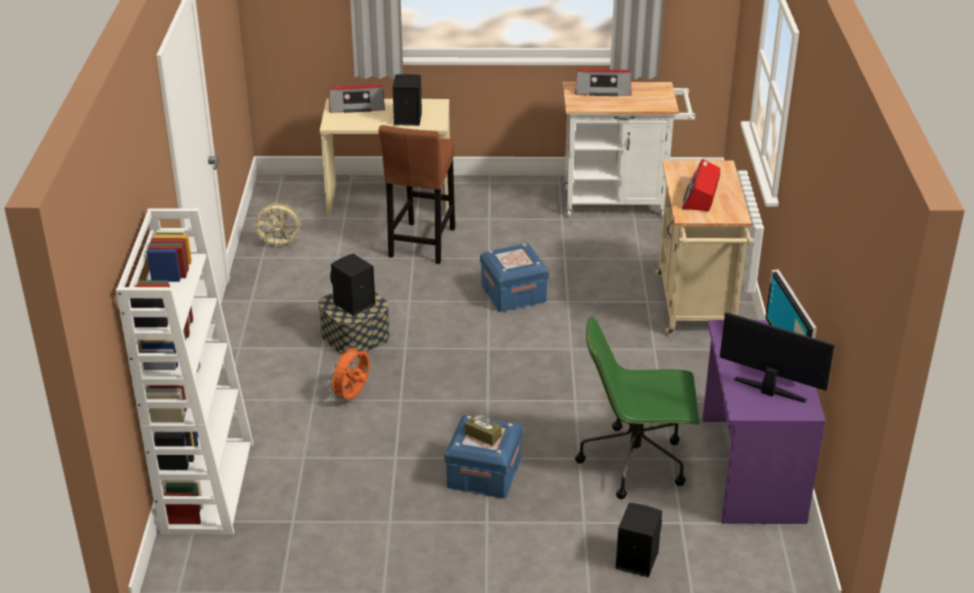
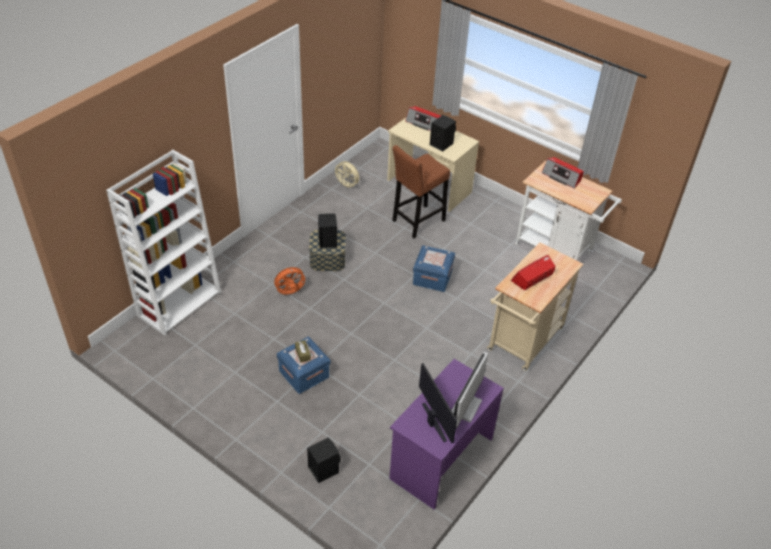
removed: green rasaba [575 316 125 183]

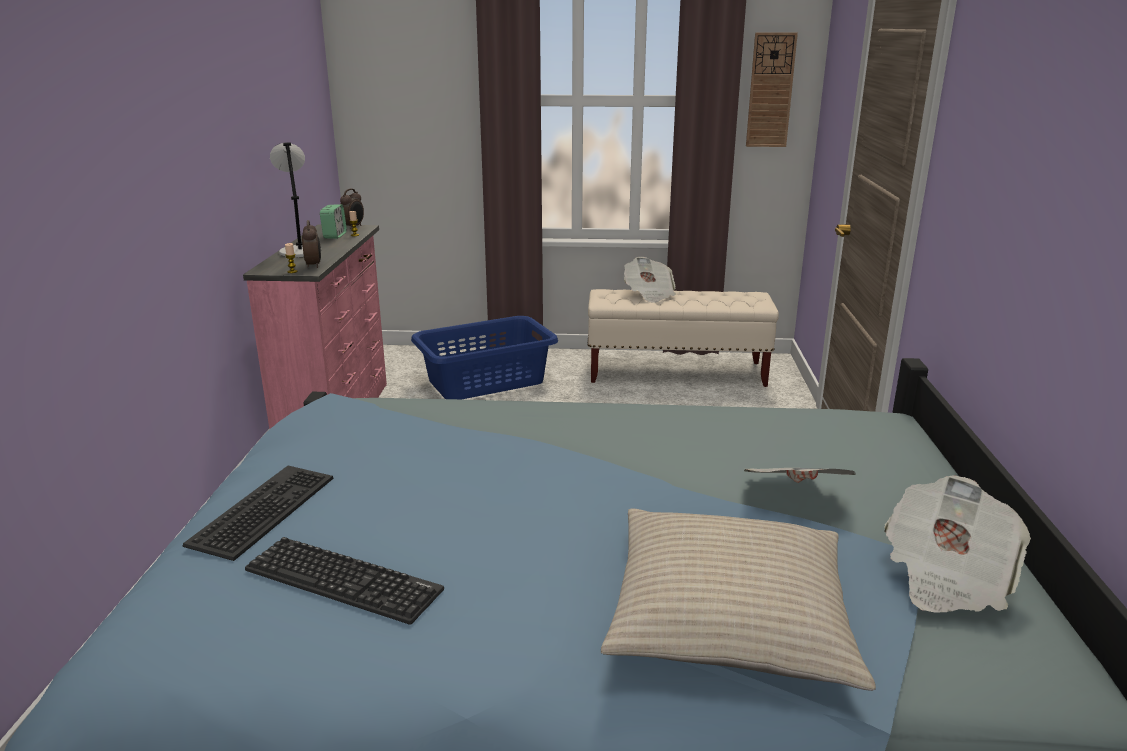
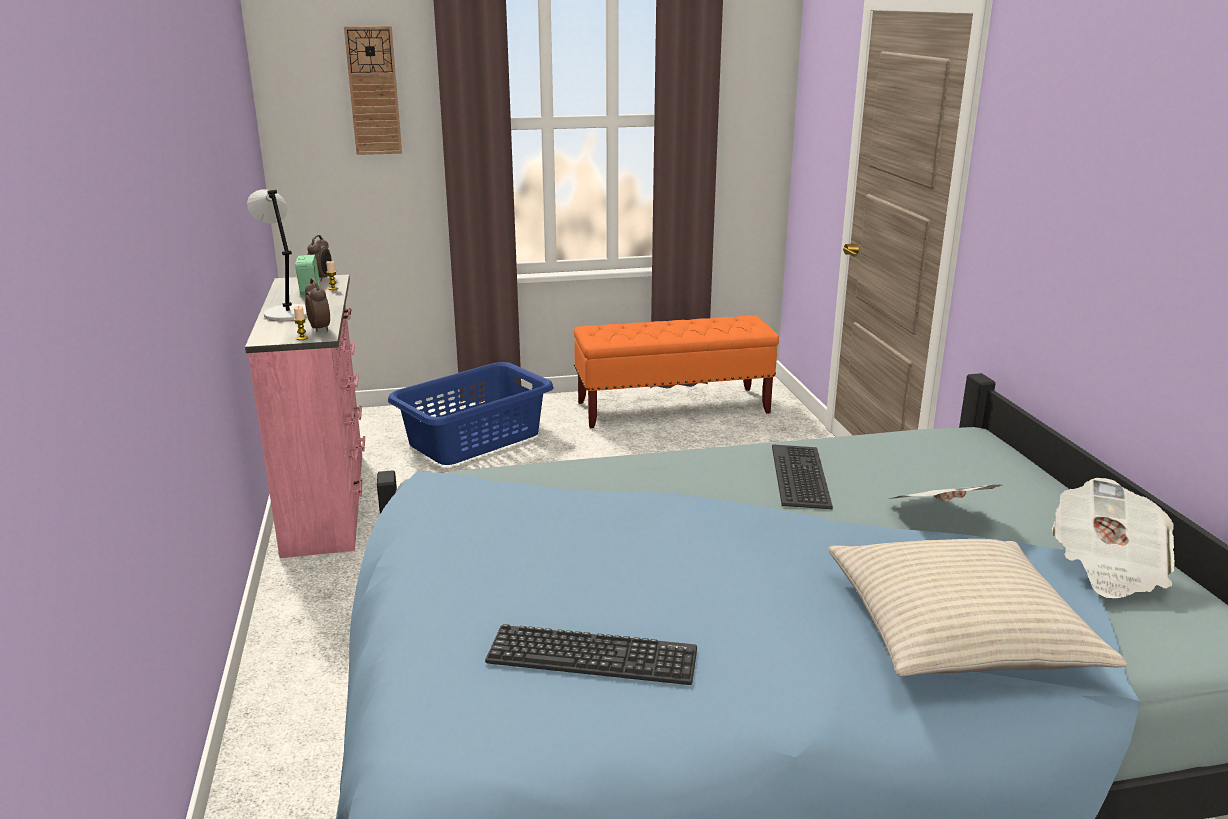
removed: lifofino [624 257 52 46]
moved: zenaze [183 466 150 95] to [772 444 61 65]; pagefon [746 33 52 114] to [344 26 58 129]
recoloured: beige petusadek [587 289 192 98] to orange petusadek [574 315 205 113]

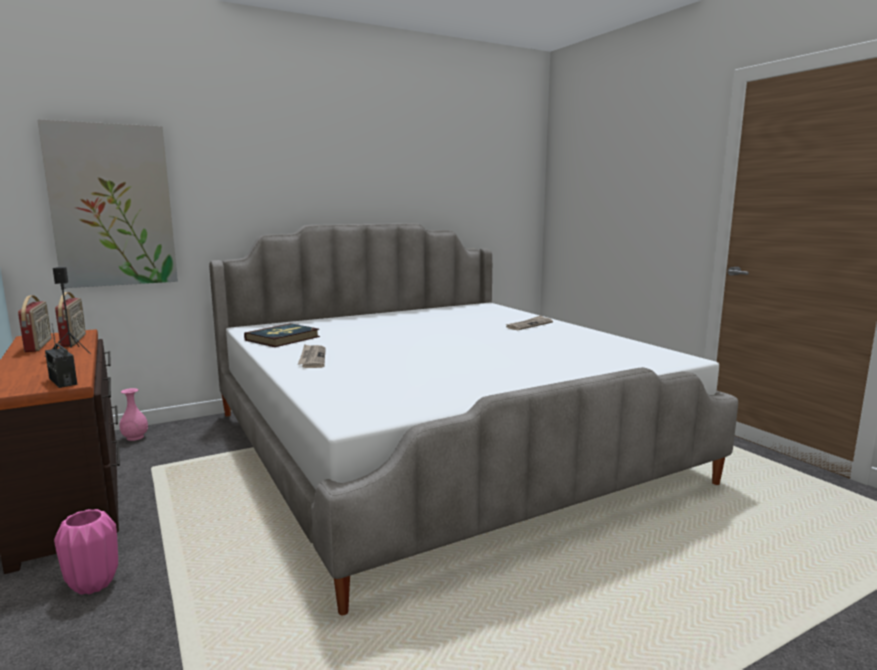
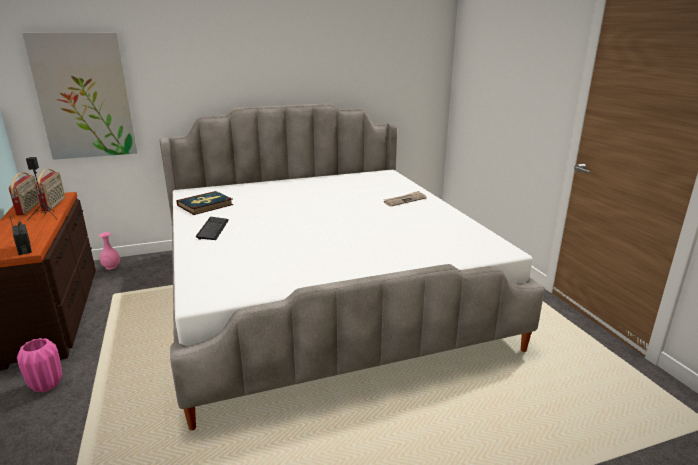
replaced: lifofino [298 344 28 24] to zenaze [196 217 33 23]

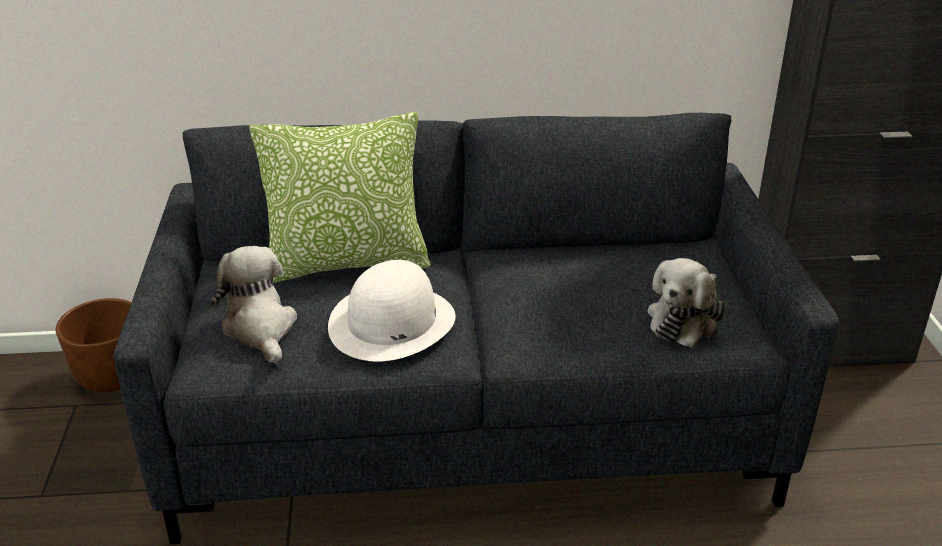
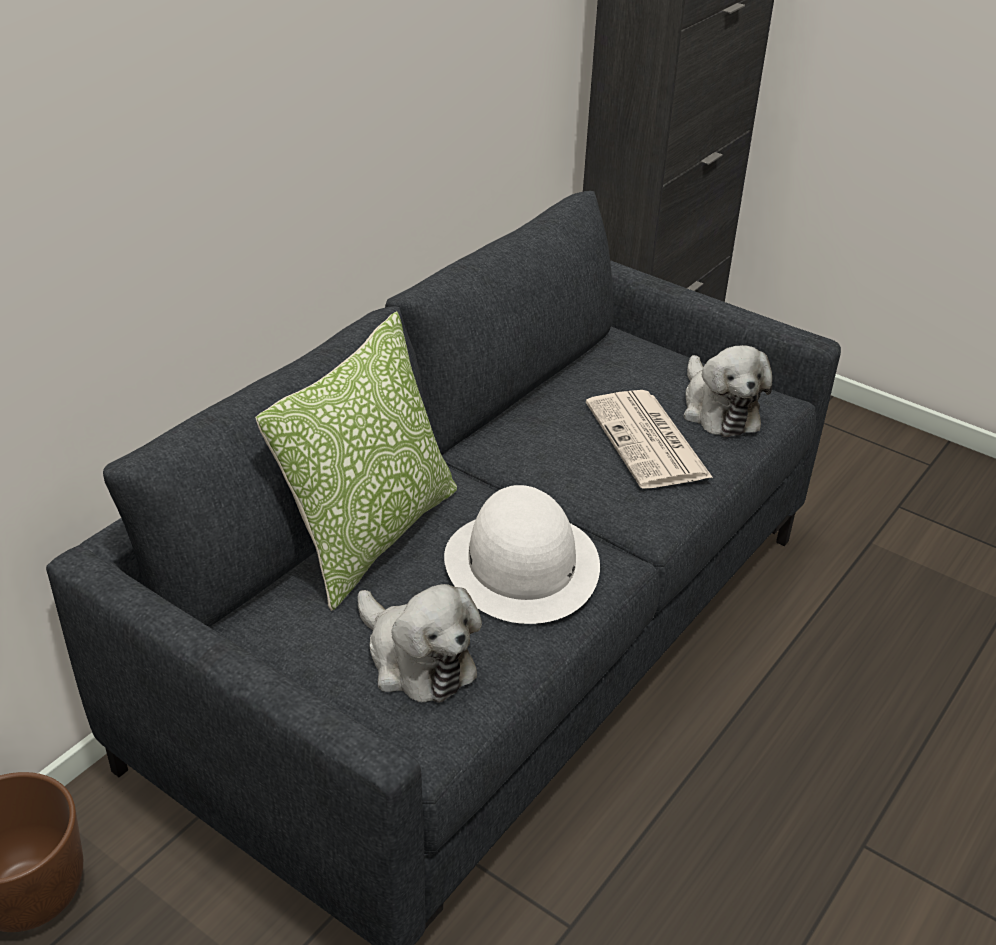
added: lifofino [586 390 127 99]
turned: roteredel [211 246 86 118] = [357 584 125 119] 150 degrees counterclockwise

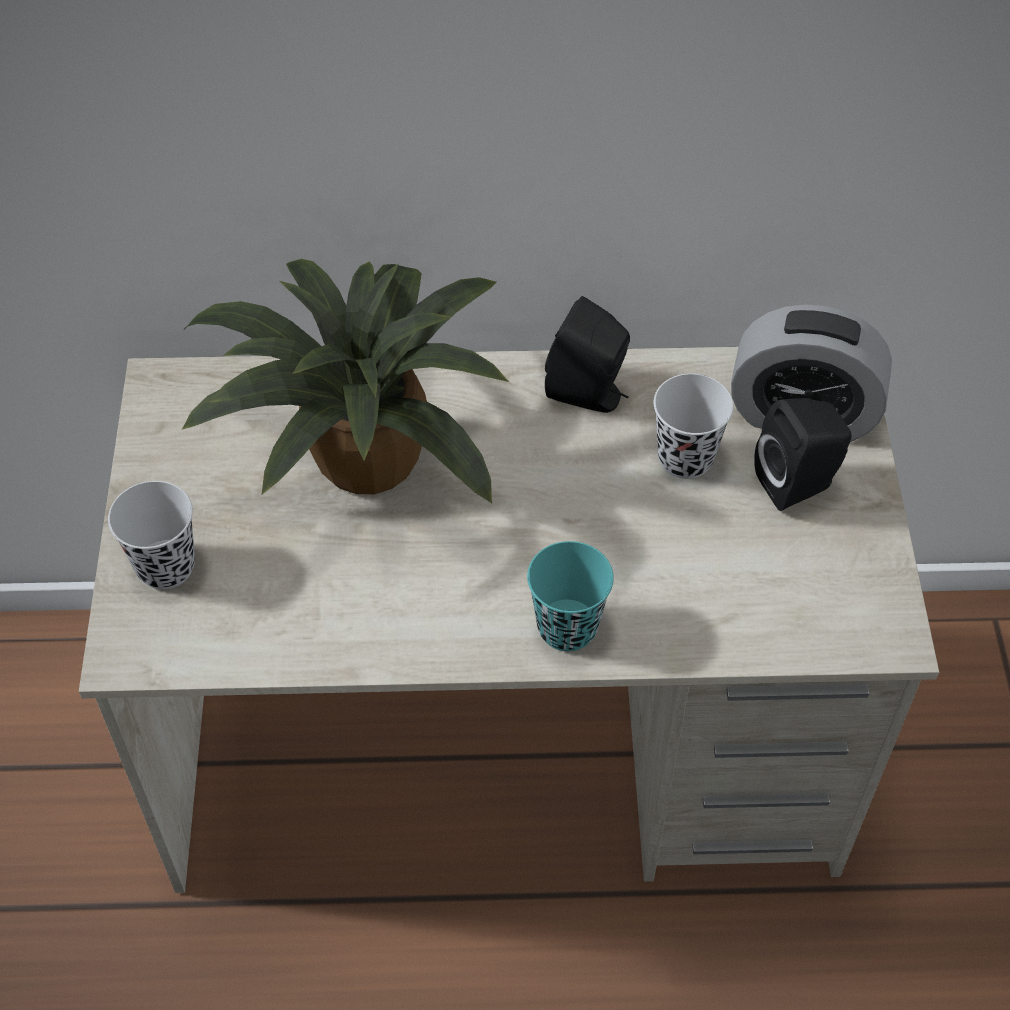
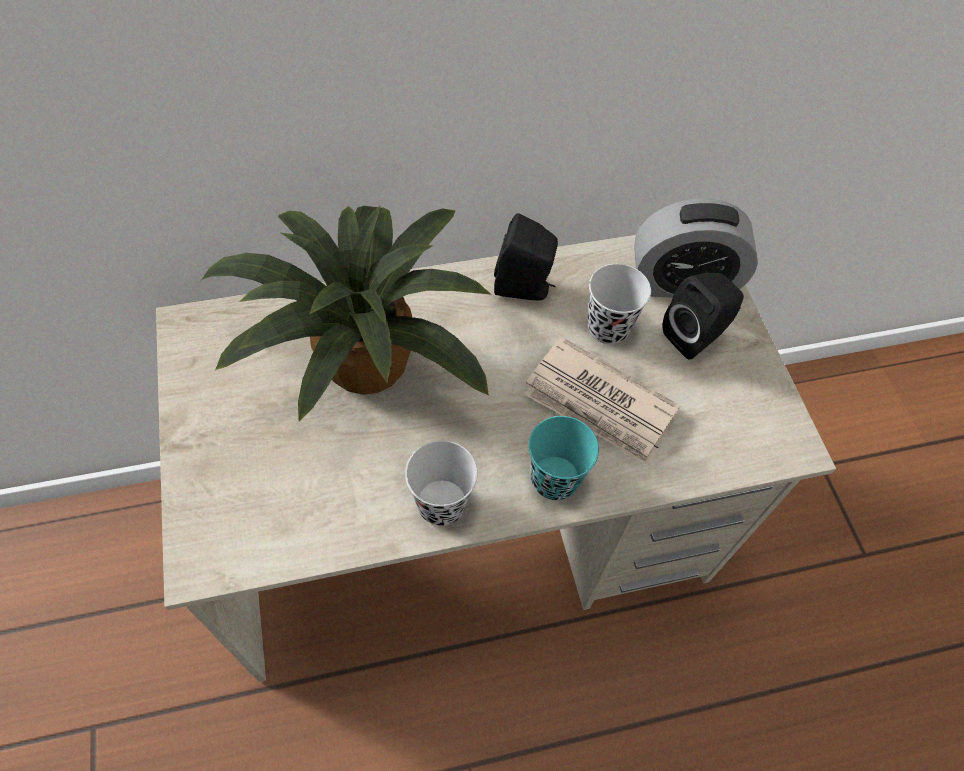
added: lifofino [525 337 155 128]
moved: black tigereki [108 481 87 108] to [405 440 73 86]

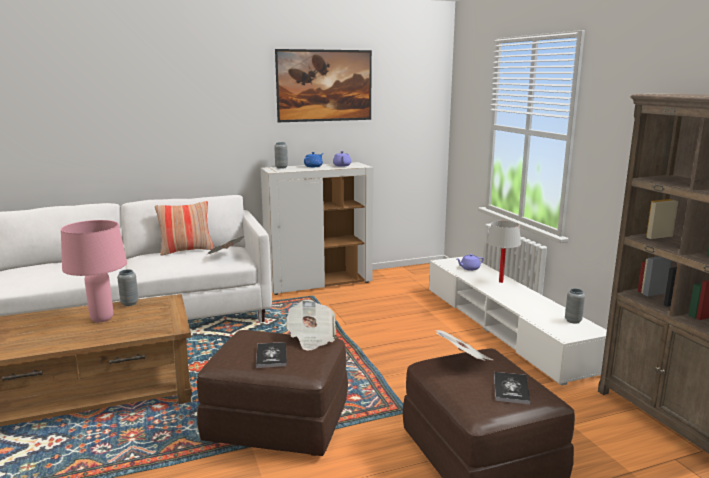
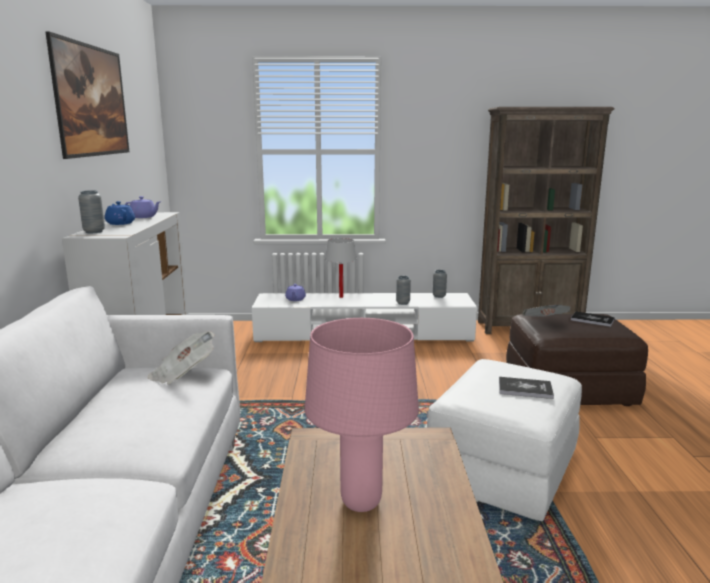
removed: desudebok [155 201 59 55]; lifofino [285 300 51 51]
moved: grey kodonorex [117 269 22 37] to [396 276 15 29]
recoloured: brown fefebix [197 330 151 126] to white fefebix [427 359 155 162]

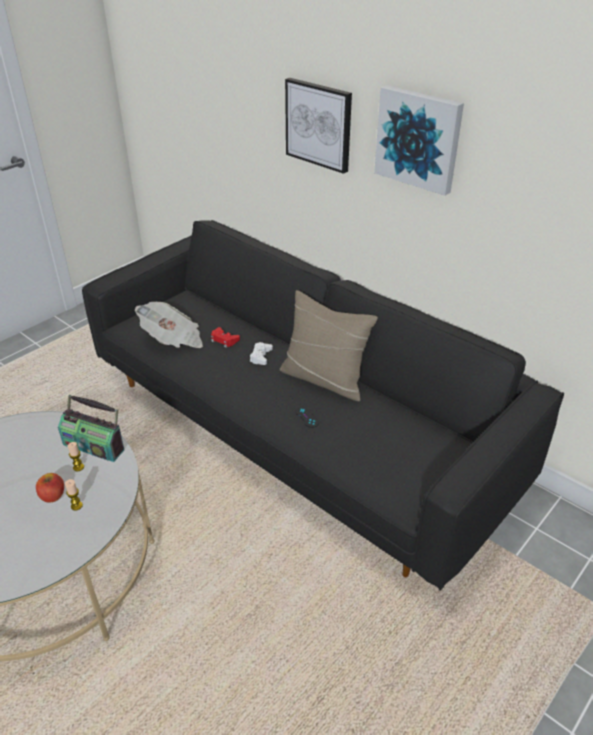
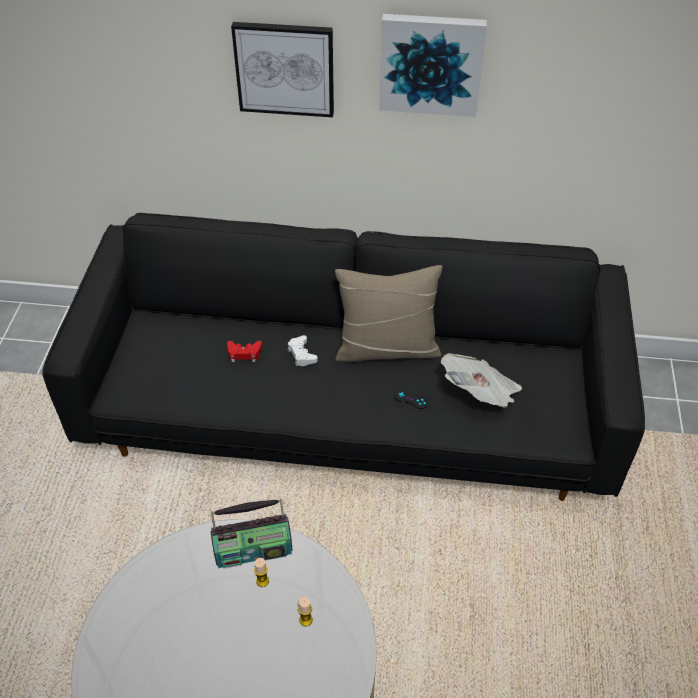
removed: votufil [36 473 28 29]
moved: lifofino [135 302 68 46] to [441 353 81 55]

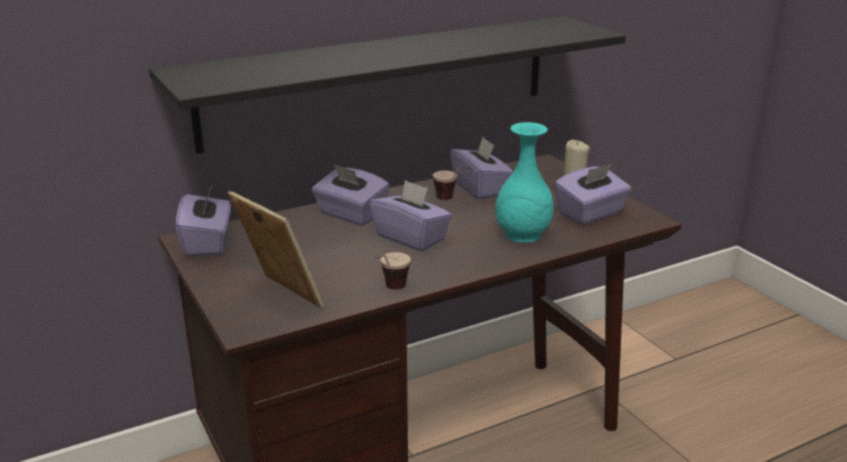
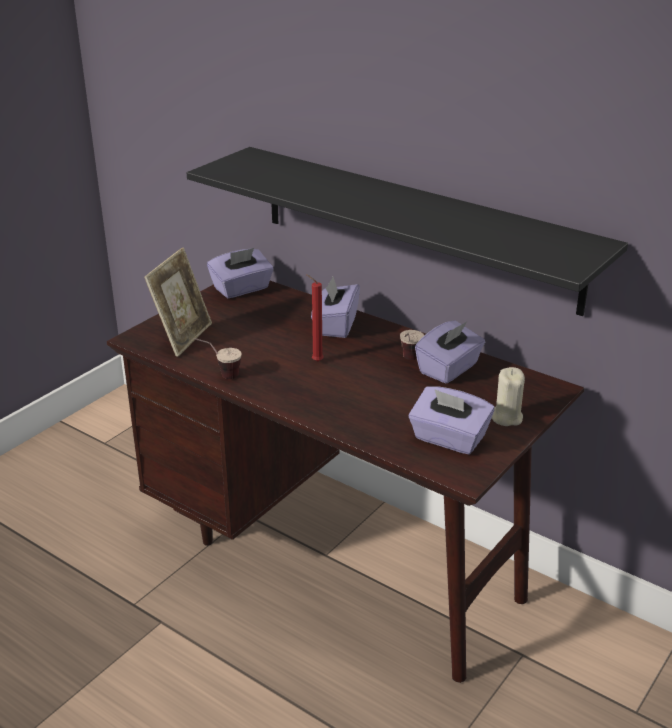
removed: turquoise kodonorex [495 122 59 121]
replaced: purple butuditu [370 180 82 71] to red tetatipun [306 274 18 88]

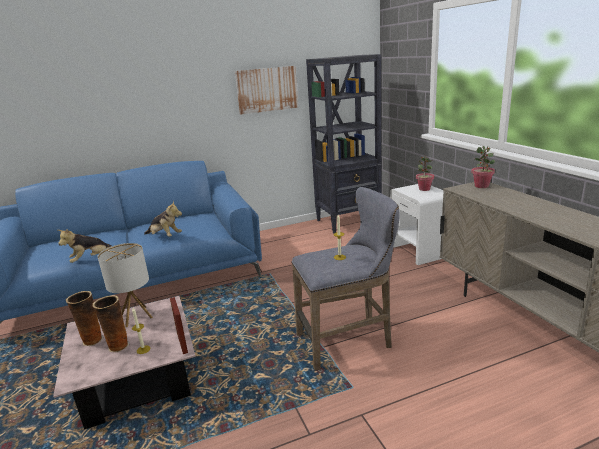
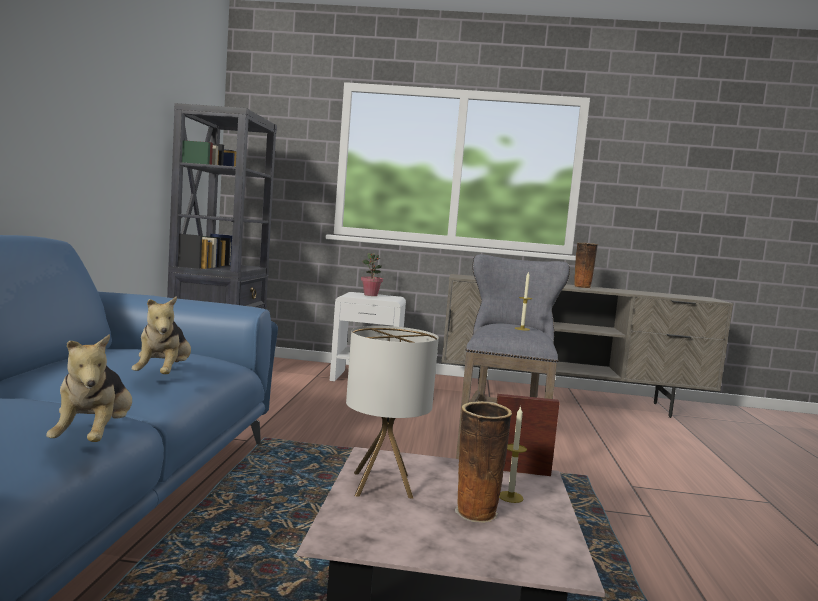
removed: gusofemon [235 66 63 48]; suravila [471 146 24 42]
moved: kodonorex [66 291 38 55] to [574 243 24 45]
turned: roteredel [144 200 38 37] = [132 296 59 78] 120 degrees clockwise

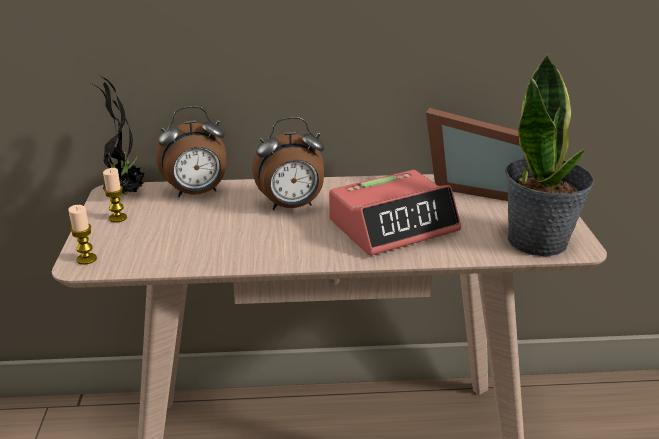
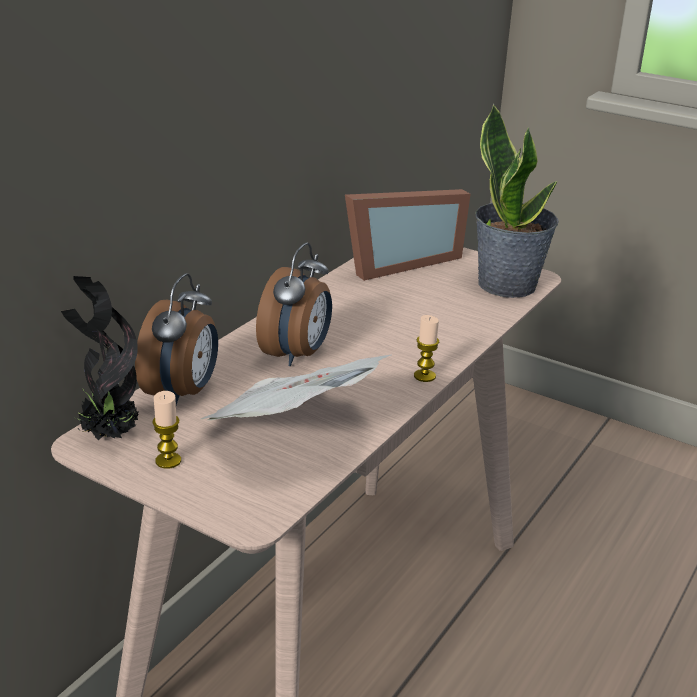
removed: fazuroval [329 170 132 86]
added: lifofino [201 355 190 65]
moved: tetatipun [68 205 29 60] to [414 315 25 67]

